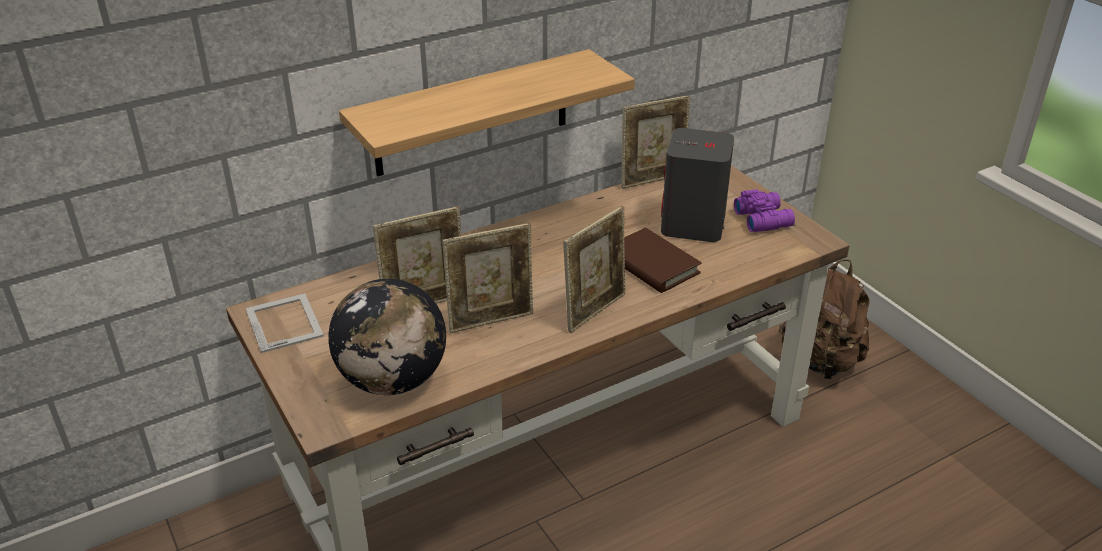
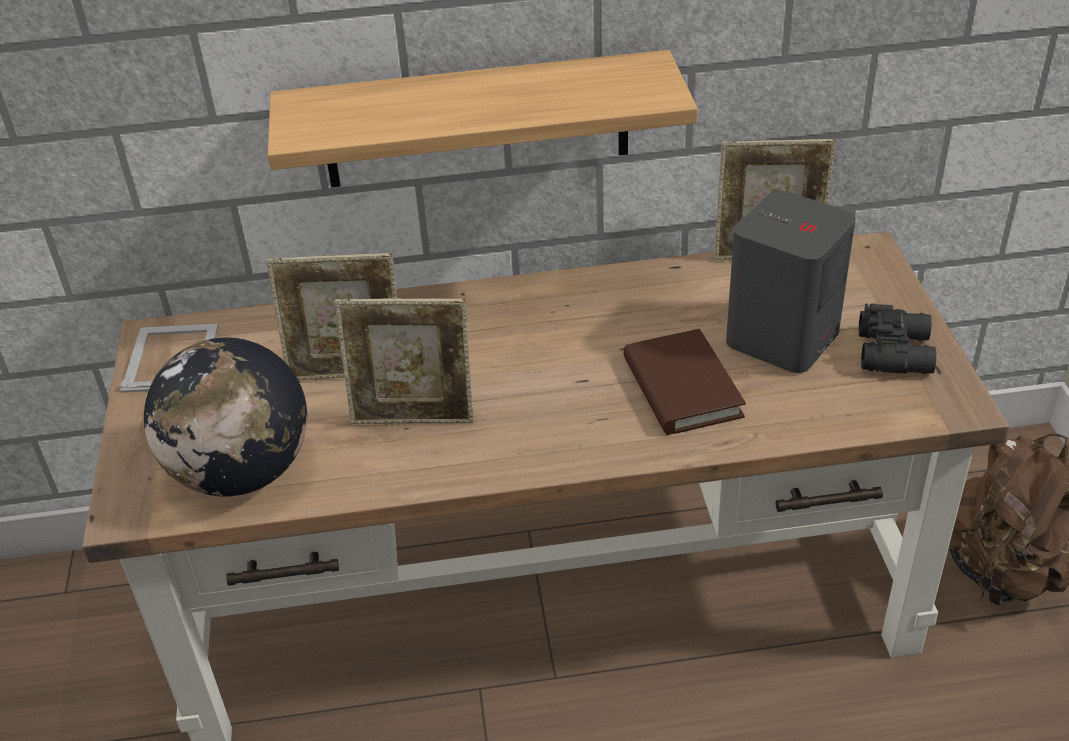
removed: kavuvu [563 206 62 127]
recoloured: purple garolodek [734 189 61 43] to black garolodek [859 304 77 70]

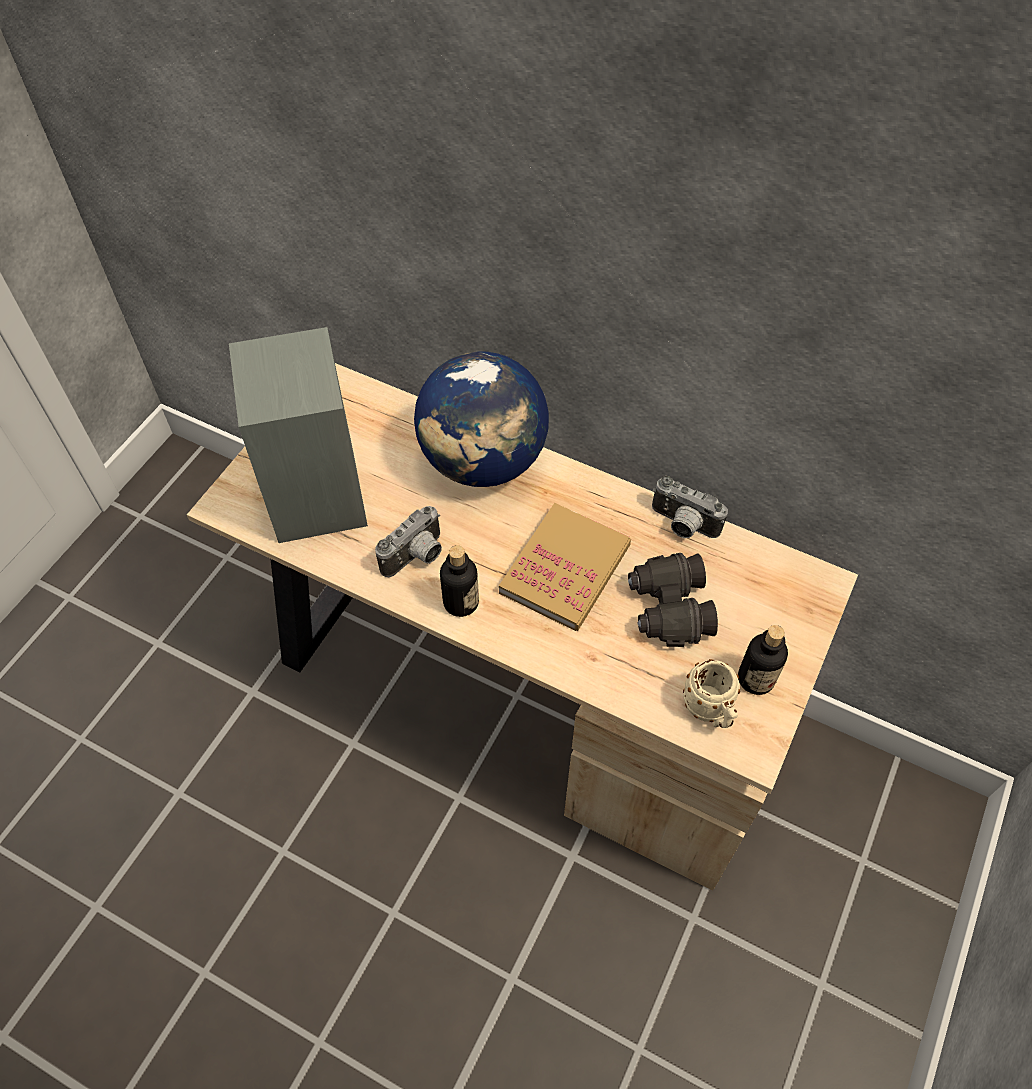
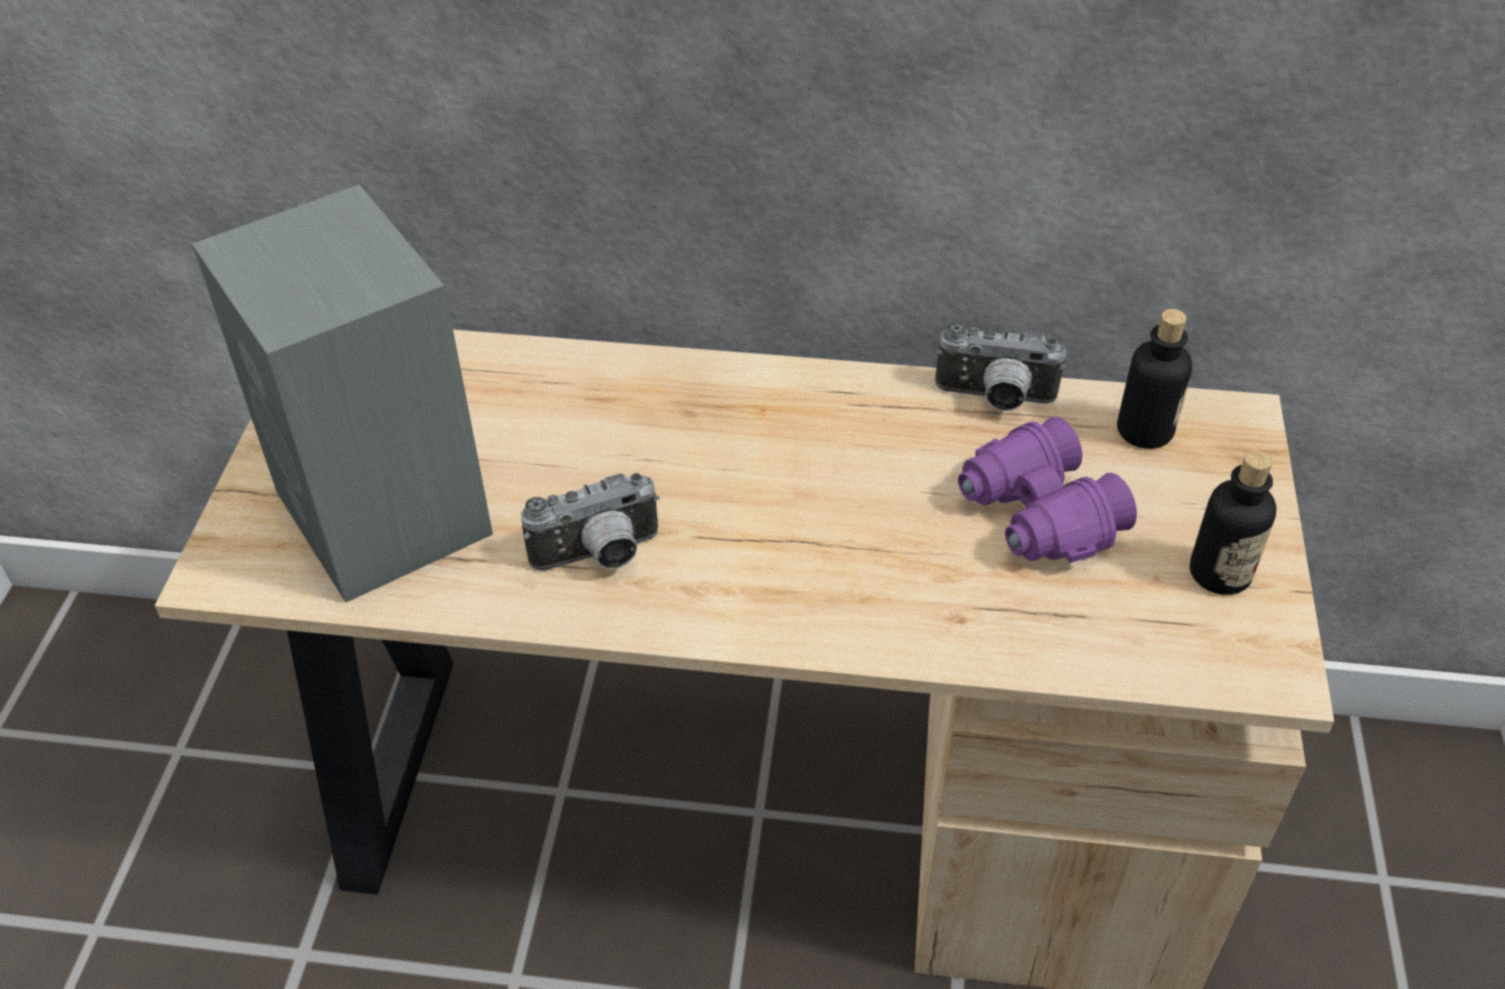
removed: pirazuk [414 351 135 136]; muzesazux [499 503 132 128]; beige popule [683 659 57 69]
moved: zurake [440 545 39 72] to [1117 309 76 140]
recoloured: black garolodek [628 553 90 94] to purple garolodek [958 416 179 147]
turned: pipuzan [375 506 67 71] = [521 473 139 98] 45 degrees clockwise

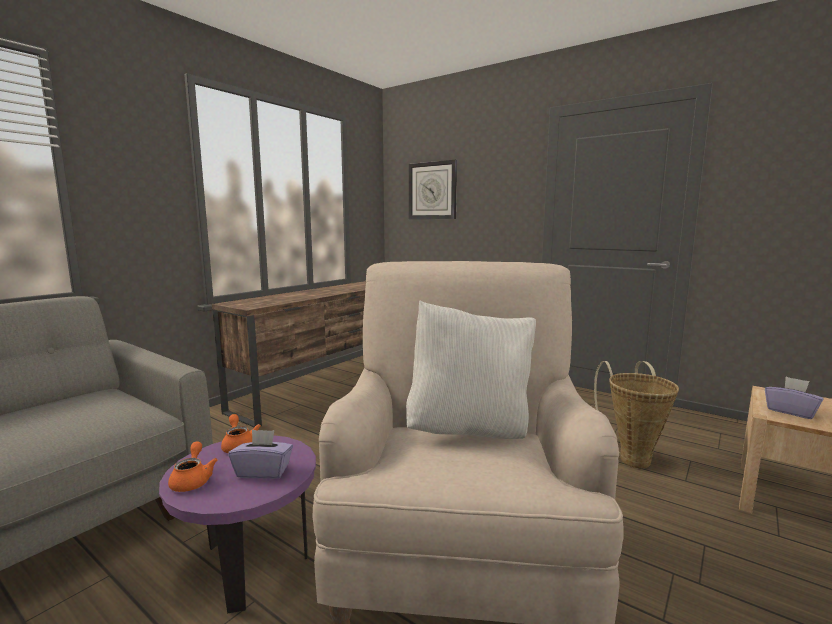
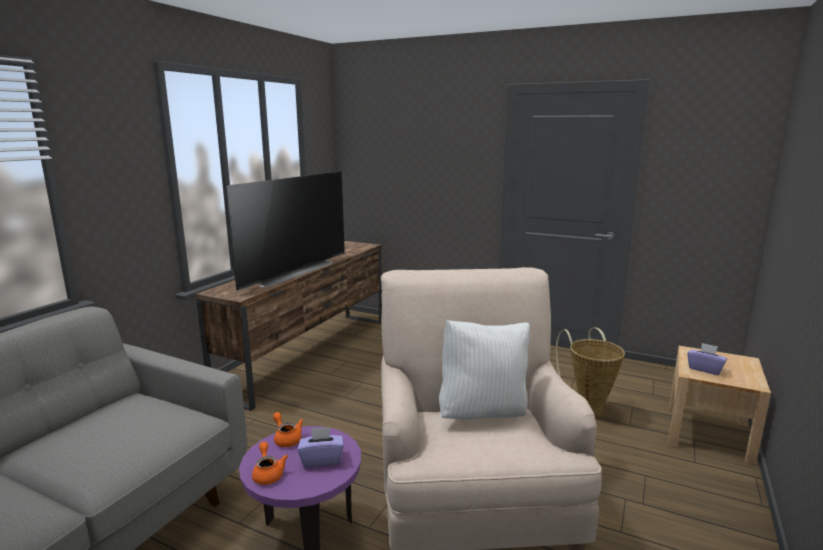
removed: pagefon [409 160 48 59]
added: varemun [226 171 119 120]

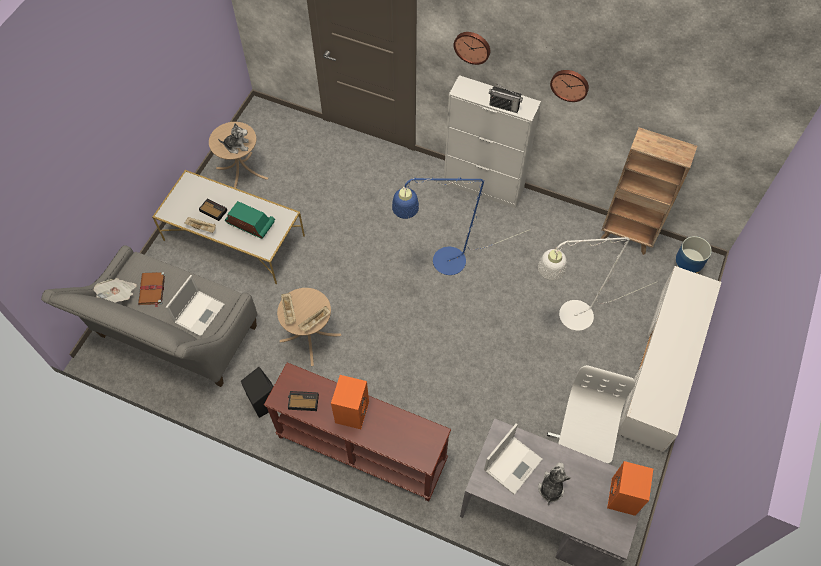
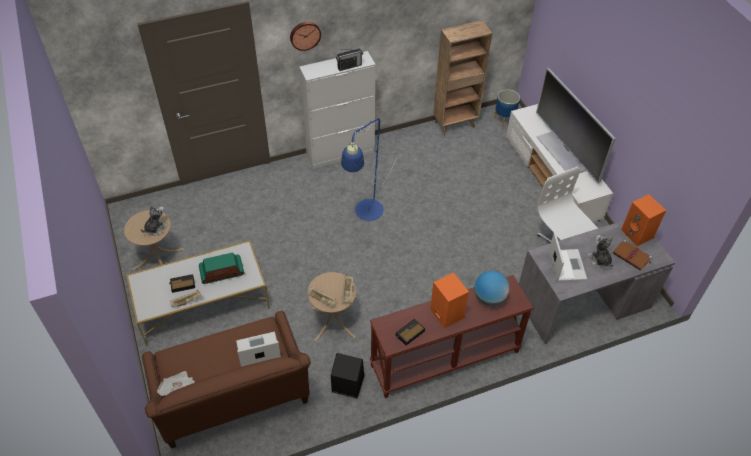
removed: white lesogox [538 237 120 94]; pagefon [550 70 39 32]
added: pirazuk [474 271 36 35]; varemun [536 67 79 117]
moved: brown muzesazux [138 272 28 35] to [613 240 39 30]
recoloured: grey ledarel [41 245 216 142] to brown ledarel [142 311 169 137]
turned: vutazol [166 275 59 62] = [236 332 45 35] 90 degrees counterclockwise

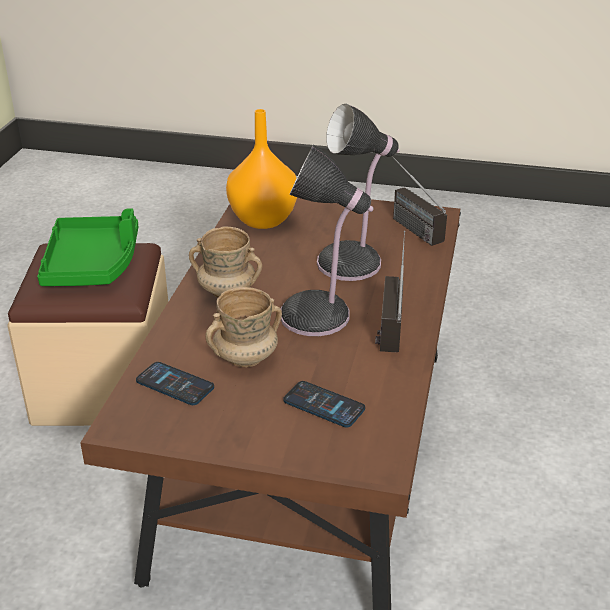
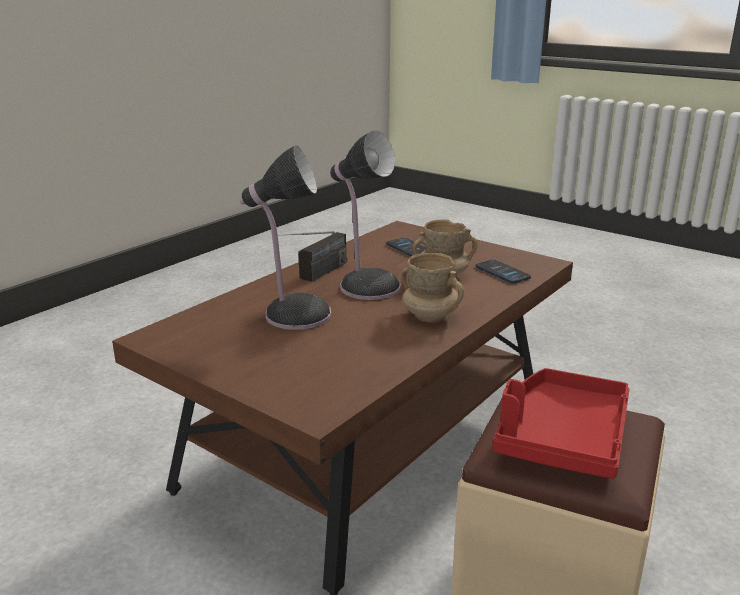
removed: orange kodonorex [226 109 71 120]; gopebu [392 156 55 90]
recoloured: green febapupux [37 208 101 78] to red febapupux [493 368 136 111]

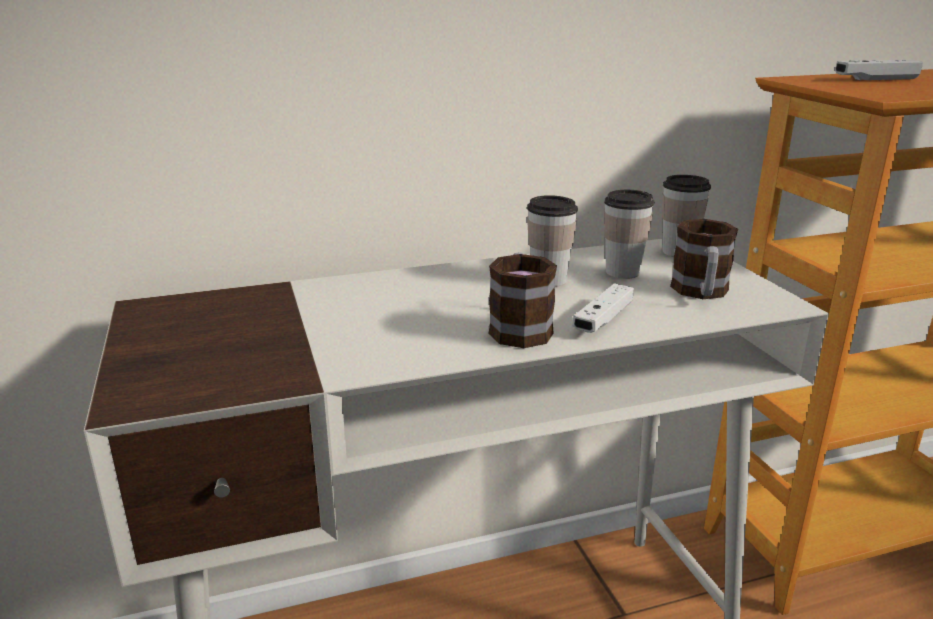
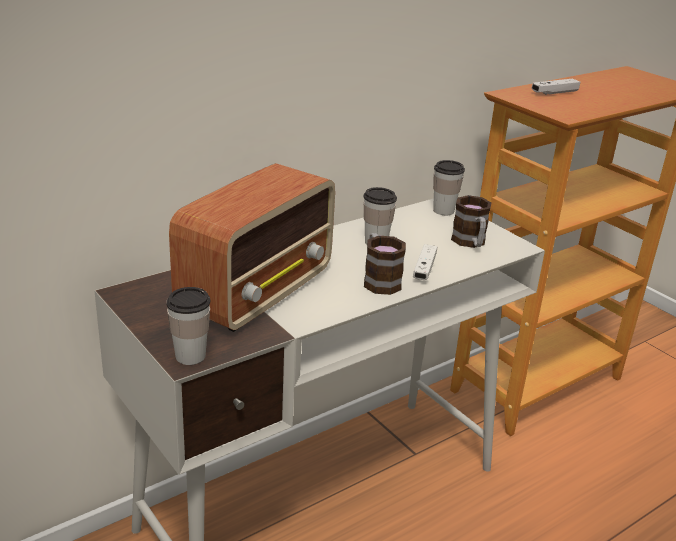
added: gopebu [169 163 166 169]
moved: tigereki [604 190 50 89] to [166 287 44 78]

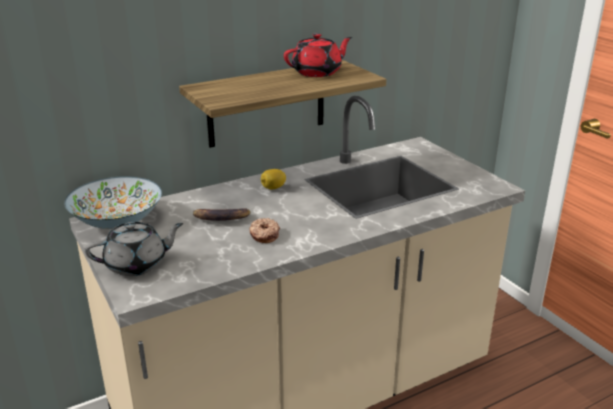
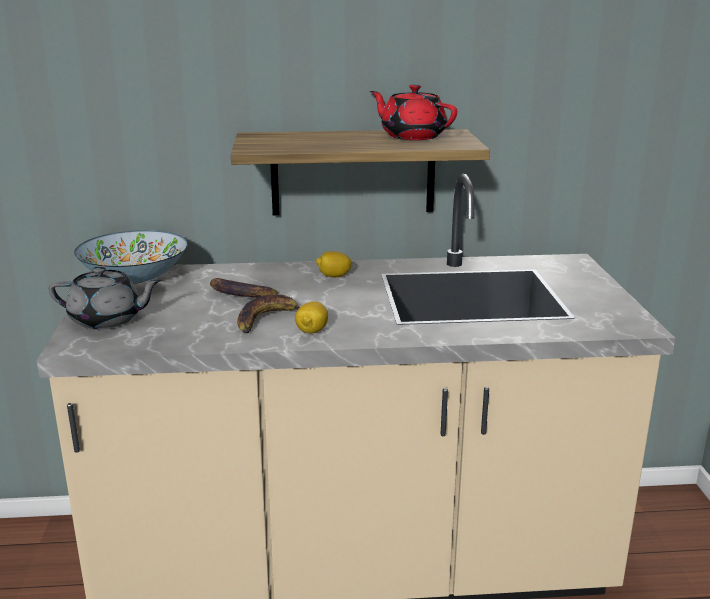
added: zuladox [295 301 33 33]
replaced: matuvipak [249 218 31 25] to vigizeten [237 294 63 39]
turned: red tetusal [284 33 68 44] = [370 84 87 56] 135 degrees counterclockwise

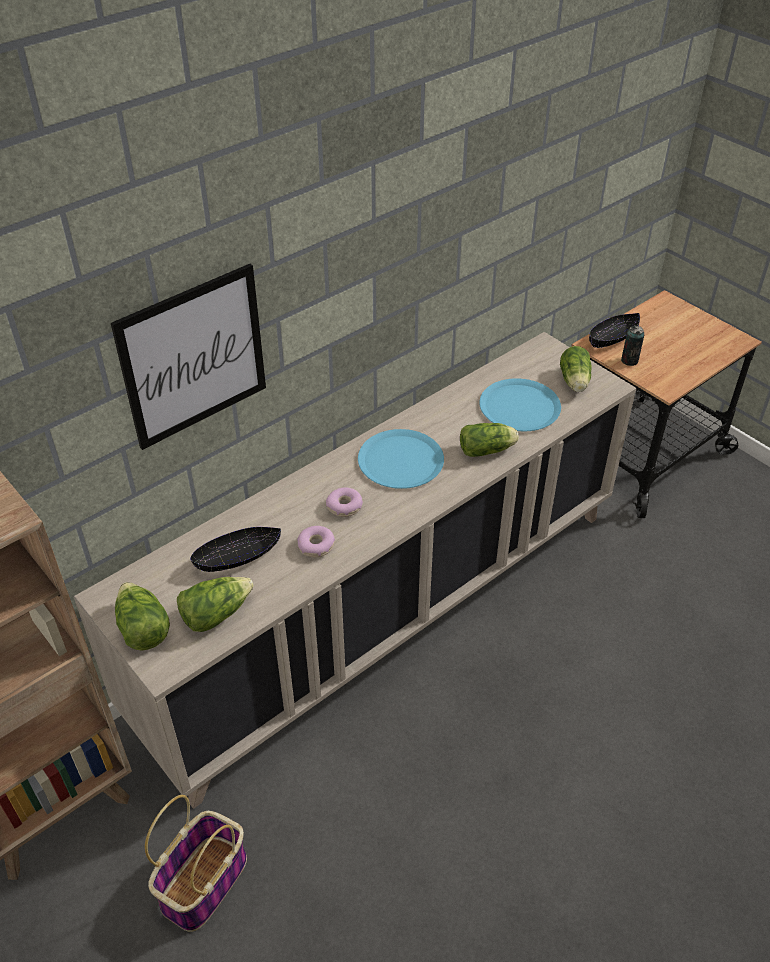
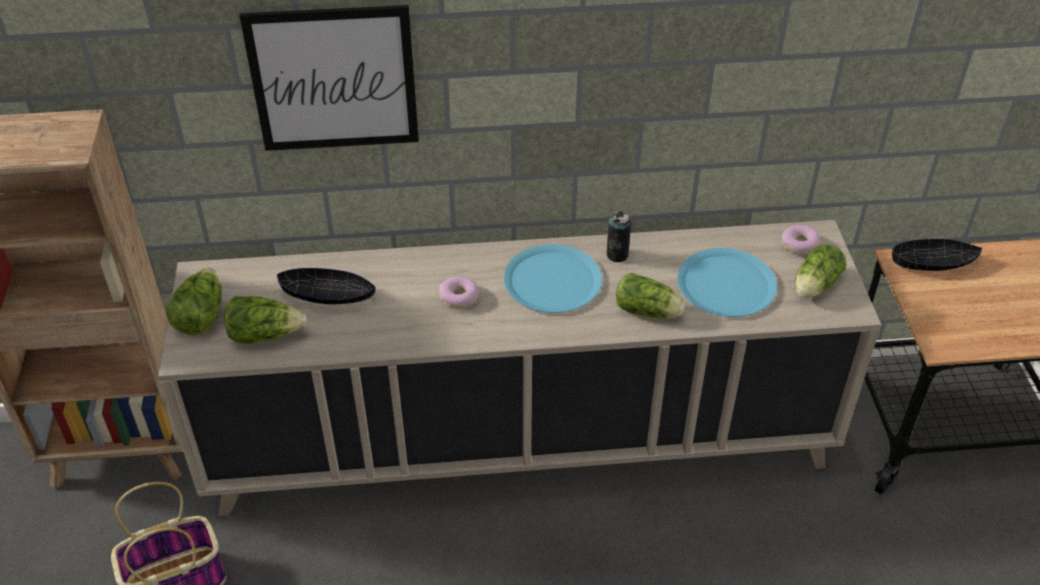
moved: matuvipak [297 526 38 31] to [782 225 39 30]; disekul [621 325 23 41] to [607 211 24 51]

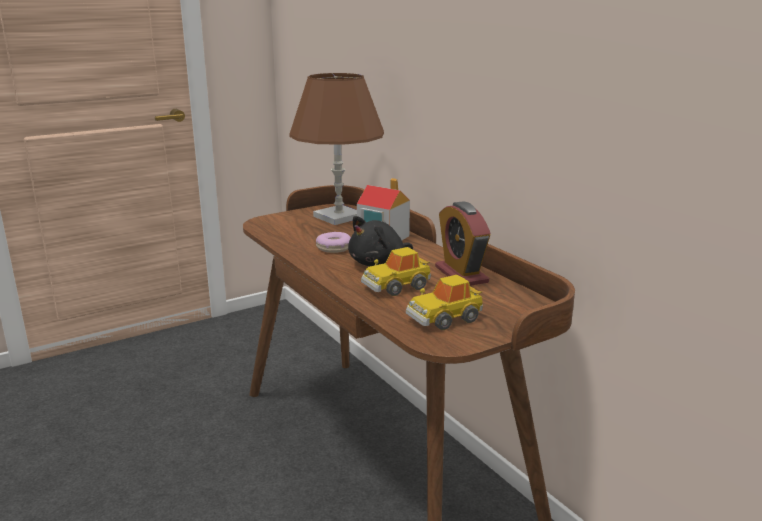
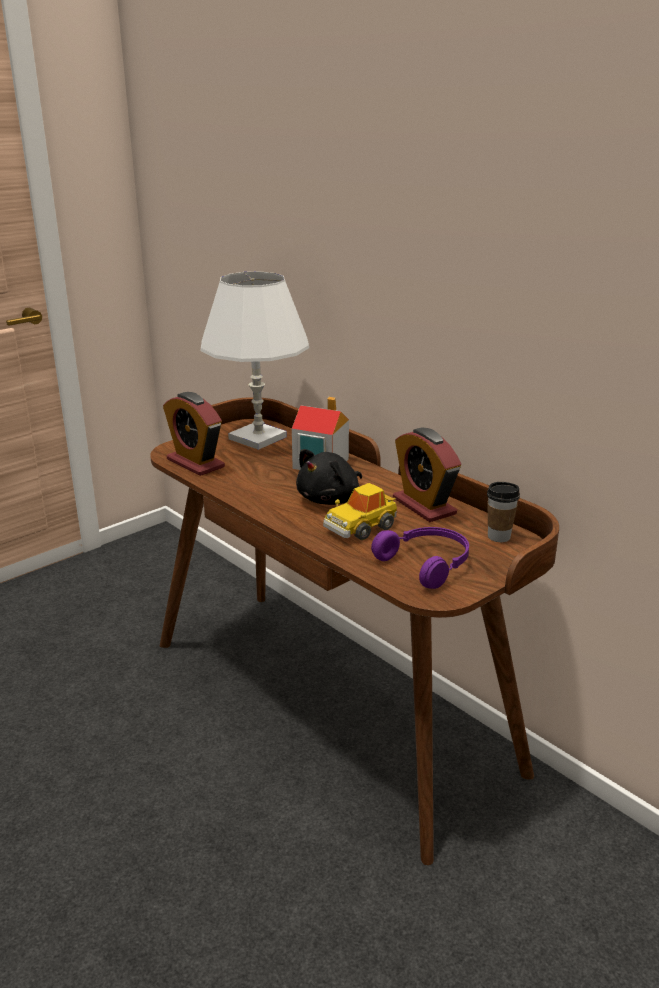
removed: matuvipak [316 232 35 21]
added: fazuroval [163 392 62 84]; tigereki [487 482 33 60]
replaced: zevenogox [406 275 77 55] to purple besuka [371 527 98 62]
recoloured: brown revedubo [289 73 95 152] to white revedubo [201 272 108 178]

